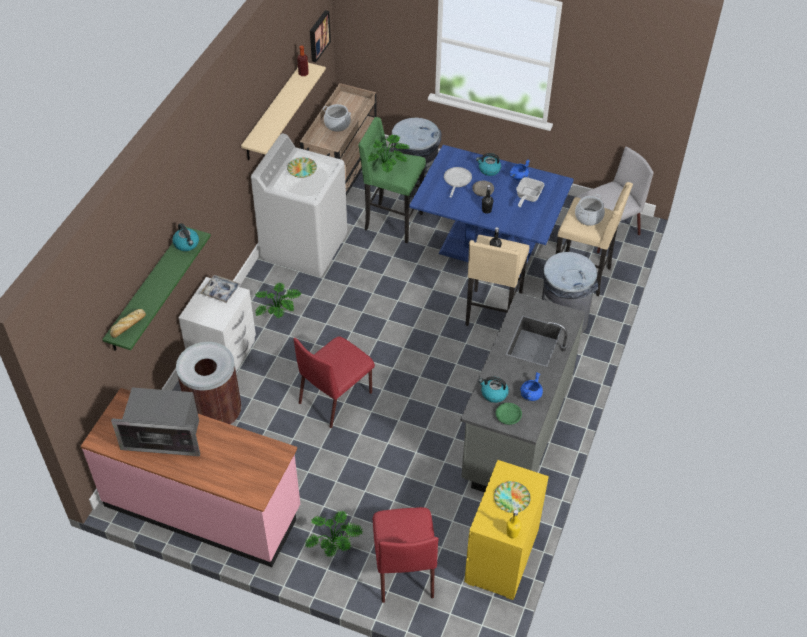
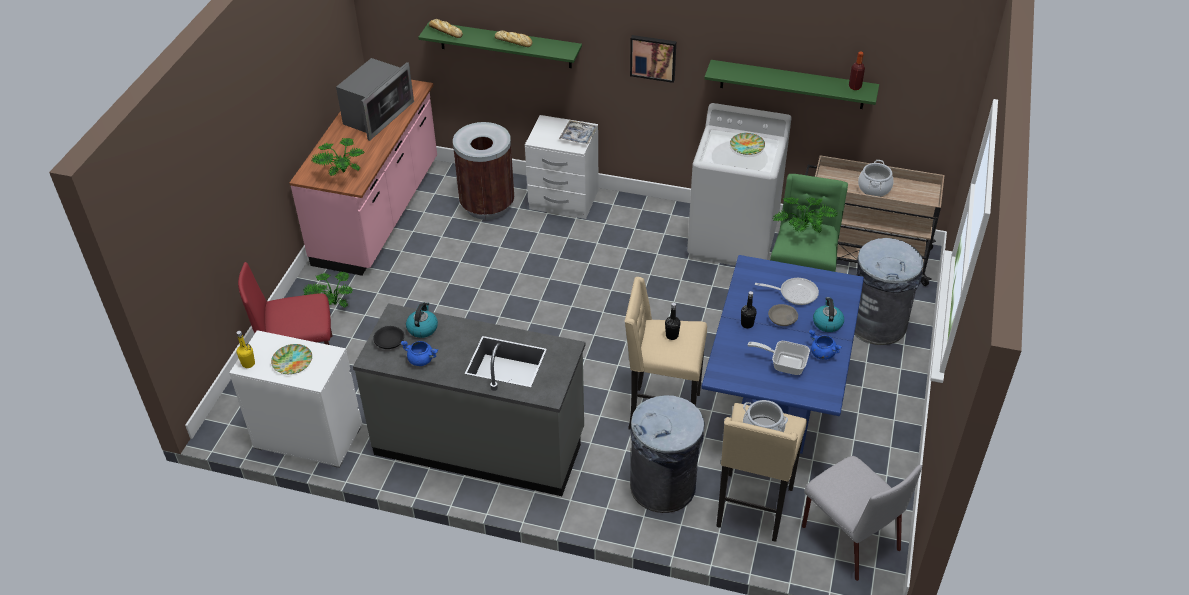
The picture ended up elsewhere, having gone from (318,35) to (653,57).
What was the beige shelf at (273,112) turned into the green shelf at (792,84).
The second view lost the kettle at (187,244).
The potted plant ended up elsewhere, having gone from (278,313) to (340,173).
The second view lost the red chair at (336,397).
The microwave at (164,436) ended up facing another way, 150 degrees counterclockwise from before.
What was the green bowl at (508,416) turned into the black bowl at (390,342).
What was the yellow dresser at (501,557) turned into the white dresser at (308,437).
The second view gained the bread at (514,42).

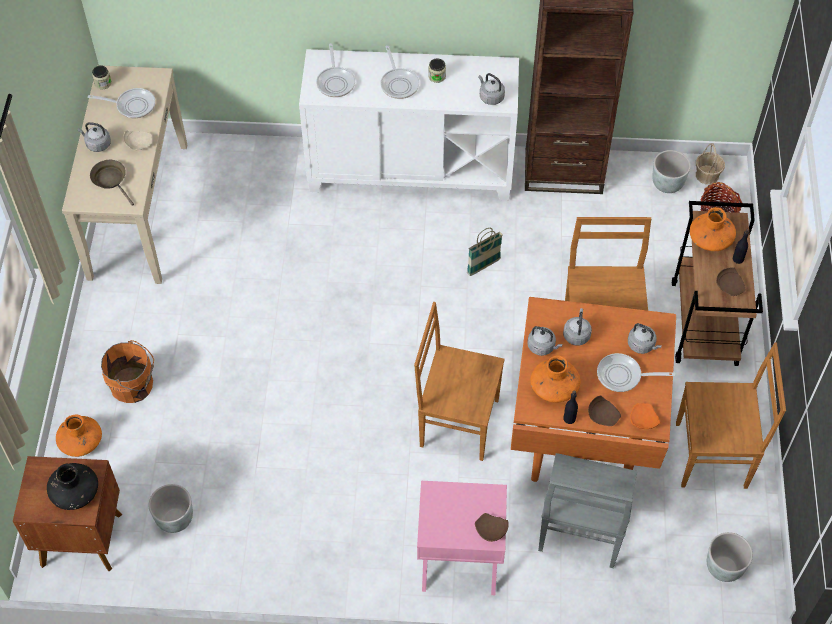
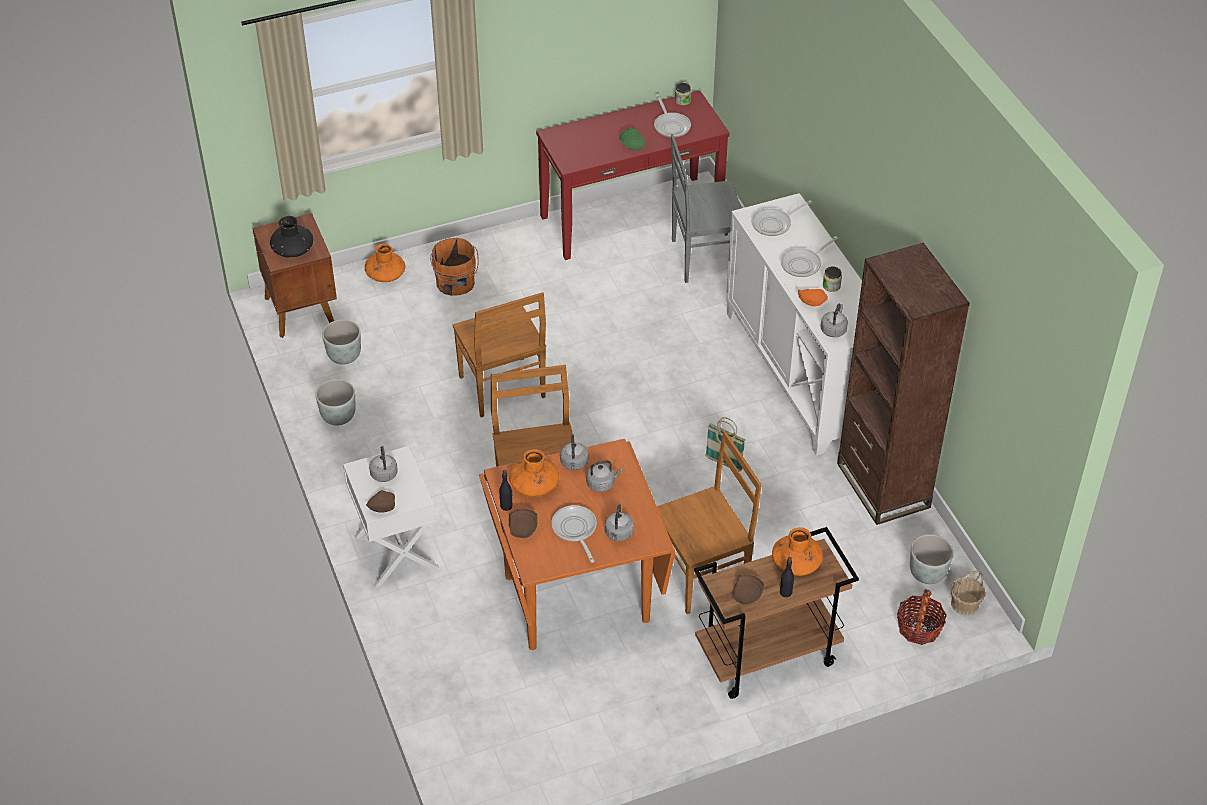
What was the beige console table at (138,210) turned into the red console table at (631,217).
The grey kettle ended up elsewhere, having gone from (97,144) to (384,473).
What was the beige plate at (138,143) turned into the green plate at (633,144).
The second view lost the brown frying pan at (111,180).
The brown chair ended up elsewhere, having gone from (714,455) to (502,389).
The orange plate ended up elsewhere, having gone from (643,420) to (811,301).
The grey chair ended up elsewhere, having gone from (581,532) to (703,258).
What was the pink nightstand at (459,562) turned into the white nightstand at (395,551).
The grey planter ended up elsewhere, having gone from (723,567) to (339,416).

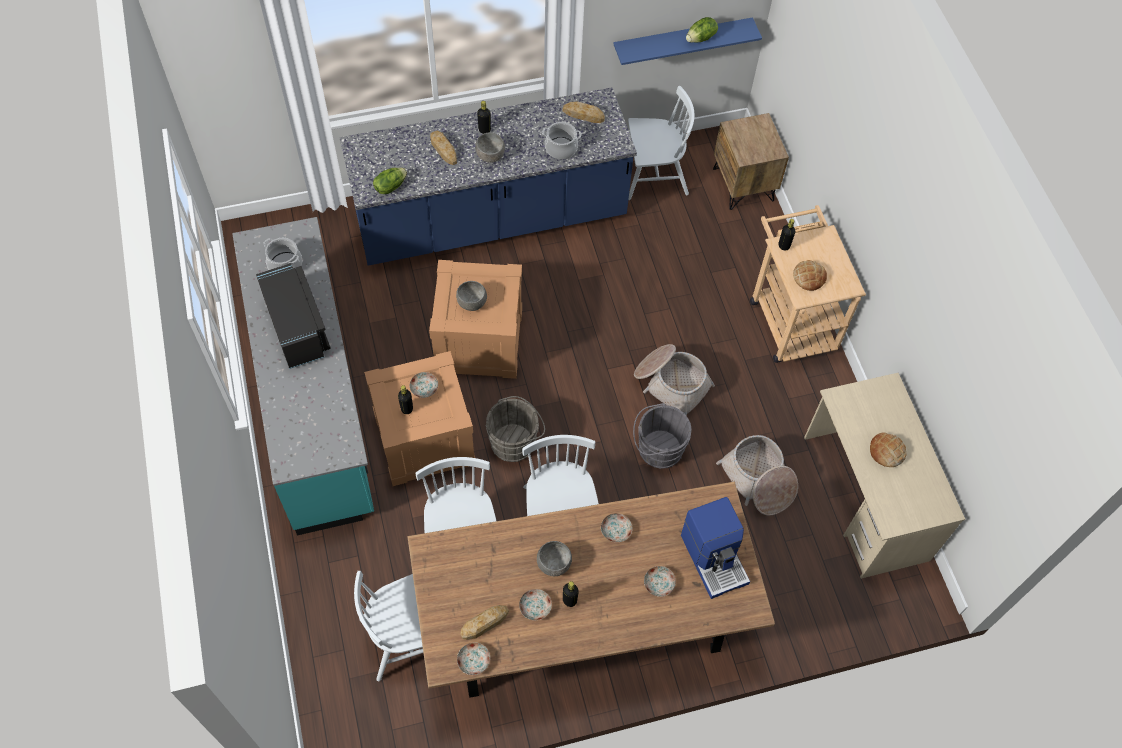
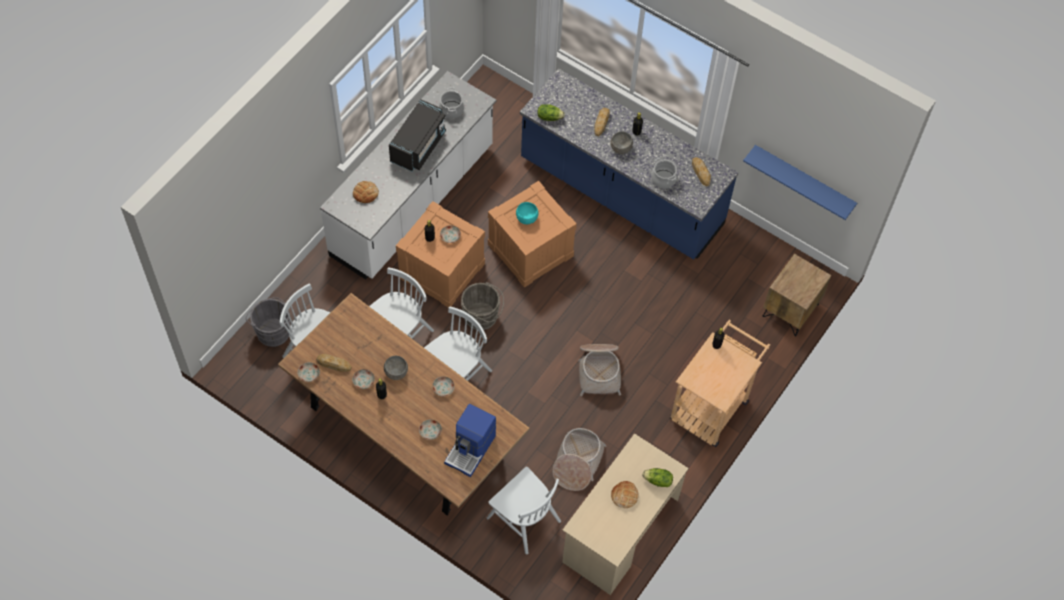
The lettuce ended up elsewhere, having gone from (701,38) to (657,481).
The white chair ended up elsewhere, having gone from (653,176) to (523,519).
What was the turquoise counter at (316,404) turned into the white counter at (413,202).
The bread ended up elsewhere, having gone from (809,277) to (365,193).
What was the grey bowl at (472,303) turned into the turquoise bowl at (527,218).
The grey bucket ended up elsewhere, having gone from (657,449) to (272,331).

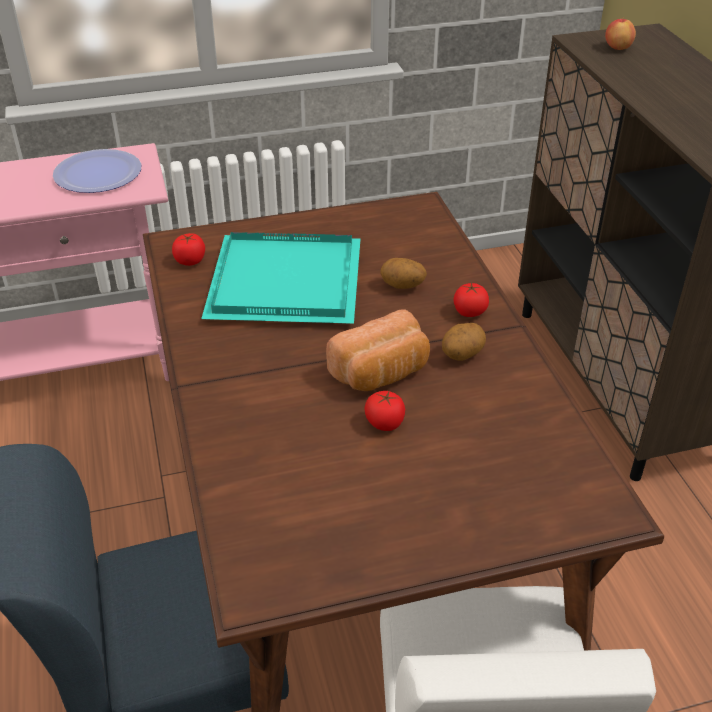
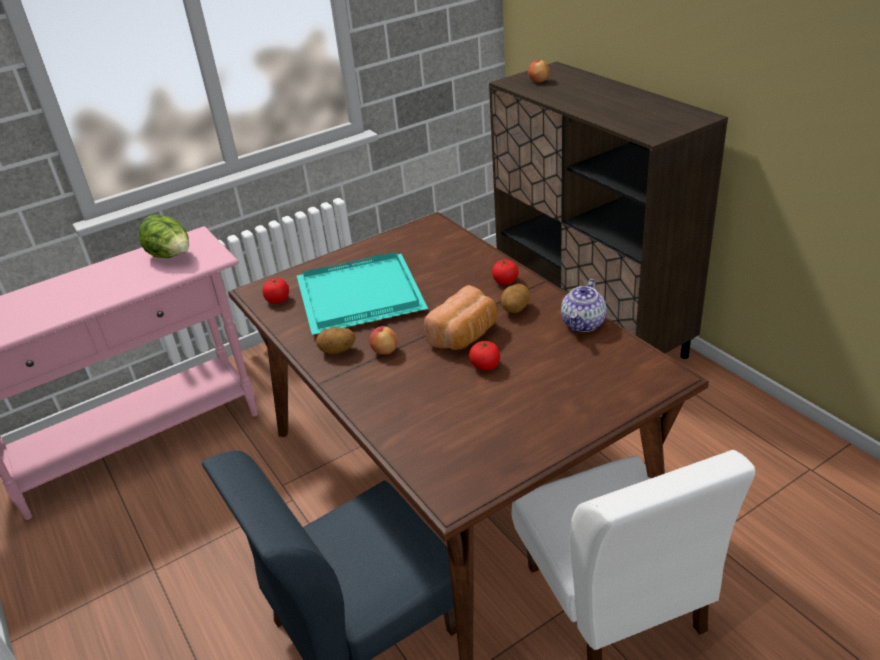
Where the plate stood at (98,173), the lettuce came to stand at (171,256).
The potato ended up elsewhere, having gone from (402,286) to (337,351).
The second view gained the teapot at (583,324).
The second view gained the apple at (385,351).

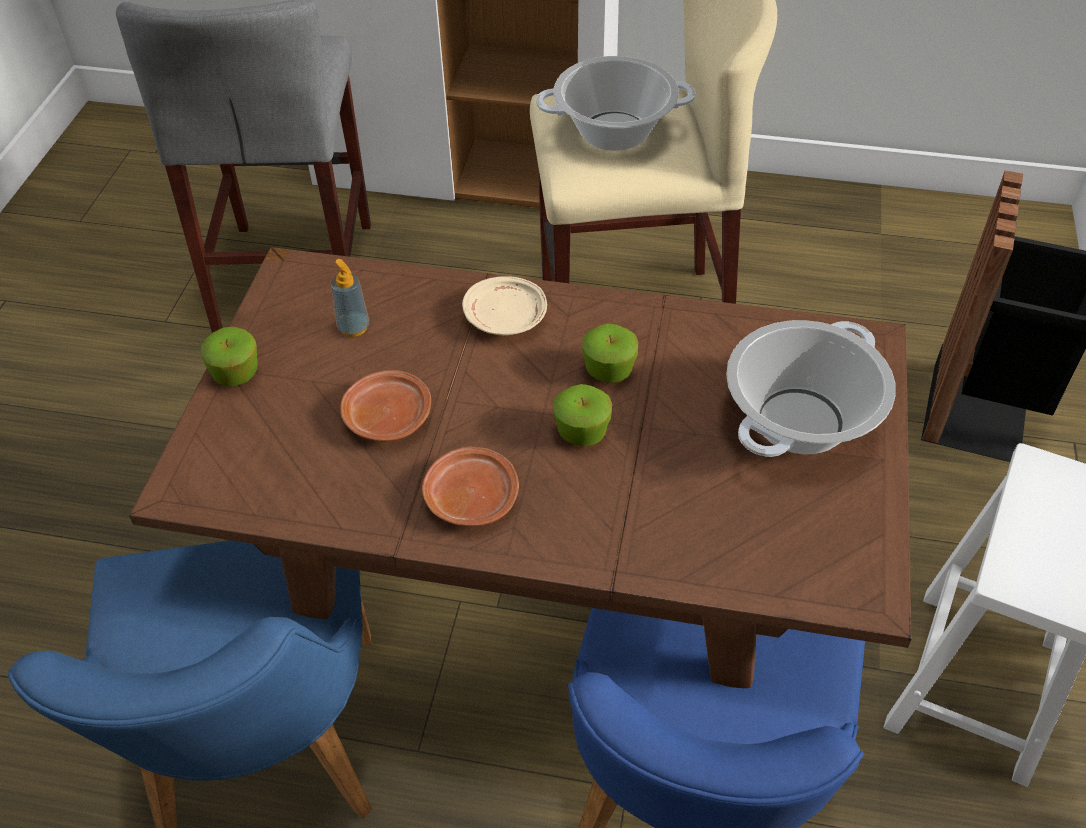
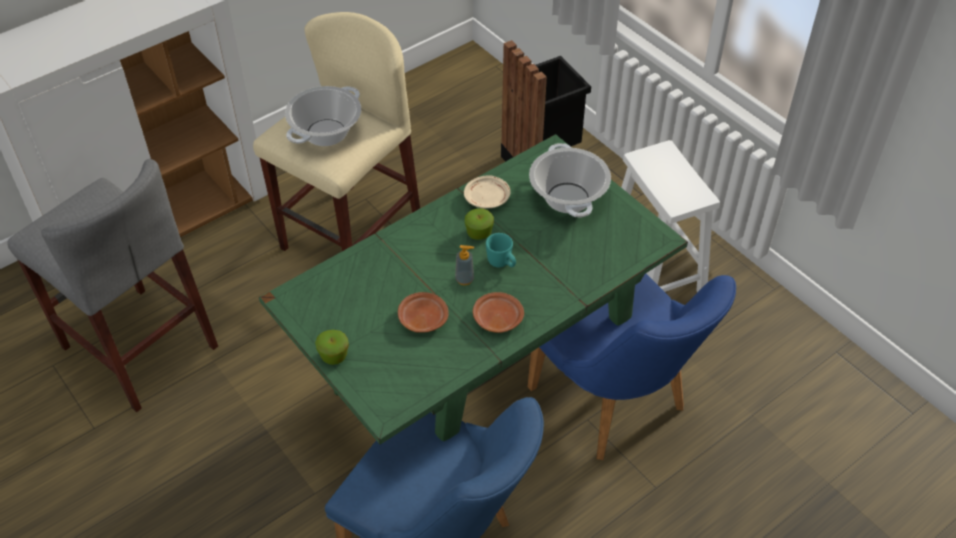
What was the brown dining table at (547,616) turned into the green dining table at (478,388).
The soap dispenser ended up elsewhere, having gone from (353,327) to (464,279).
The beige plate ended up elsewhere, having gone from (506,317) to (487,198).
Where the apple stood at (582,432), the turquoise mug came to stand at (502,263).

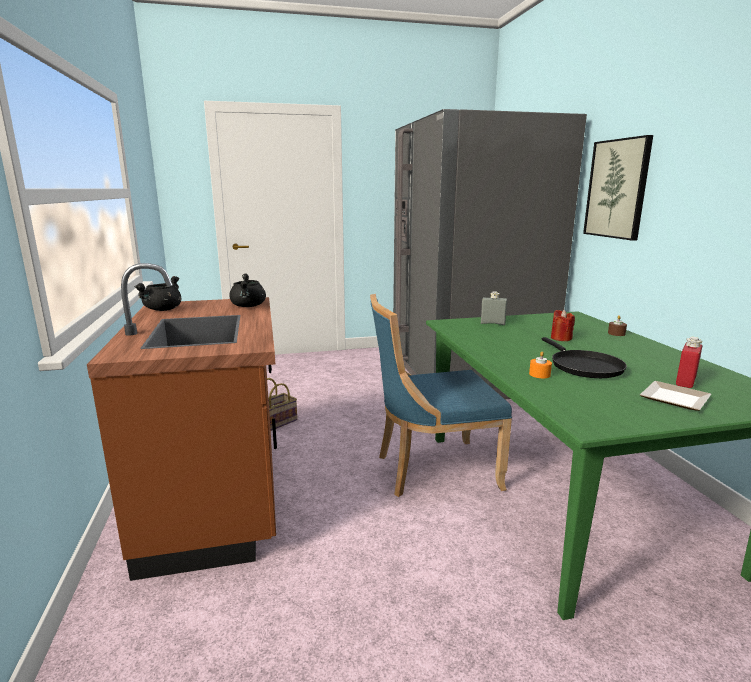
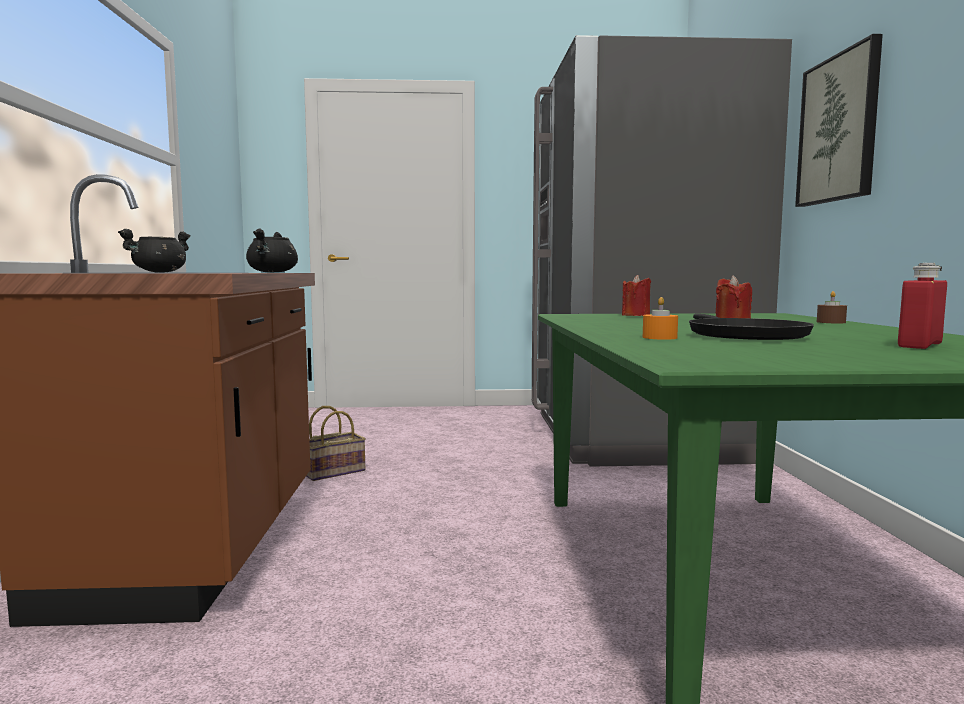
Where the grey bottle stood at (492,323), the red candle came to stand at (635,315).
The second view lost the blue chair at (432,470).
The second view lost the plate at (672,399).

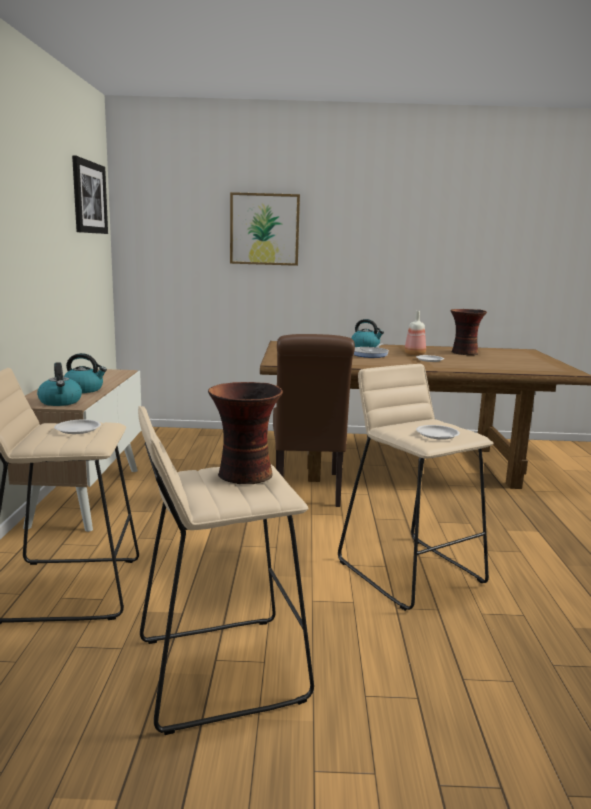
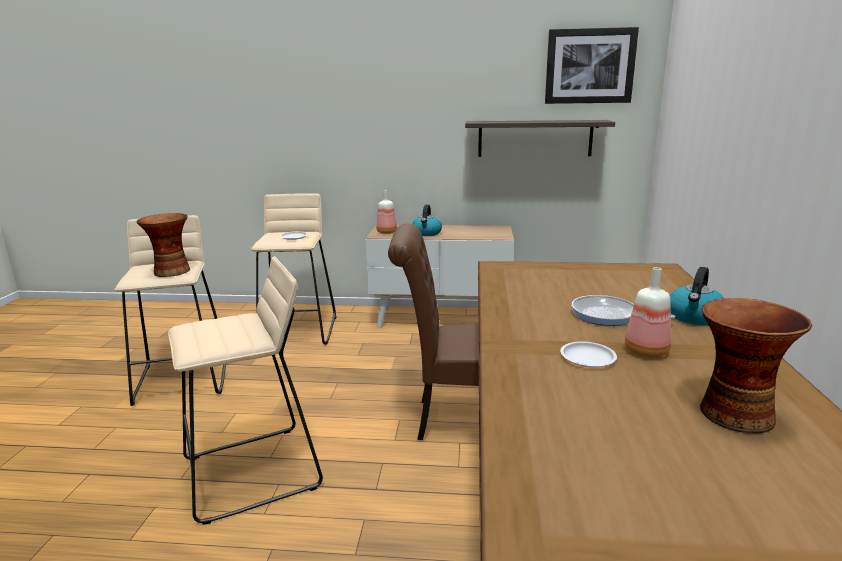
The second view lost the picture at (264,229).
Where the kettle stood at (60,402), the bottle came to stand at (387,232).
The second view lost the white plate at (437,435).
The second view gained the shelf at (535,138).

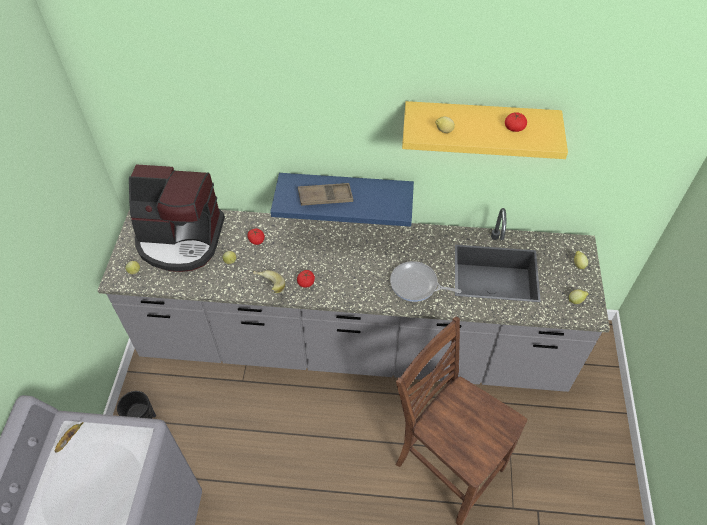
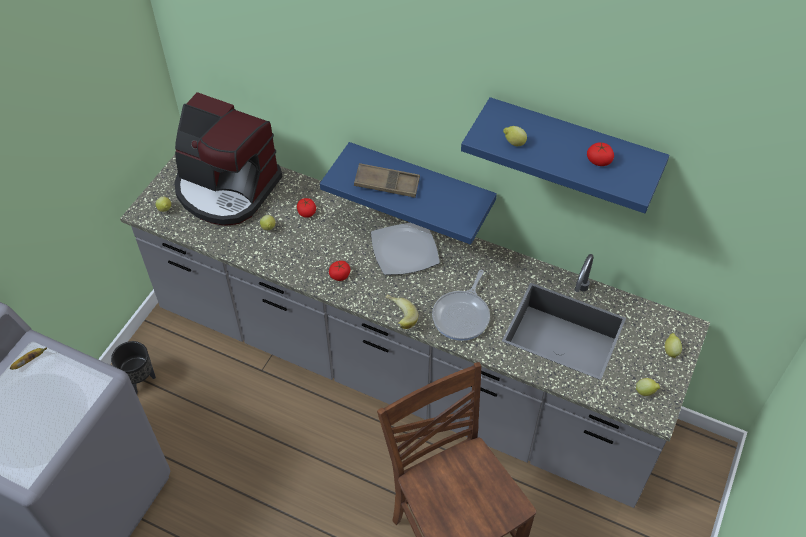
What was the yellow shelf at (479,125) turned into the blue shelf at (573,146).
The frying pan at (416,285) ended up facing another way, 105 degrees counterclockwise from before.
The banana ended up elsewhere, having gone from (268,287) to (398,318).
The second view gained the plate at (404,250).

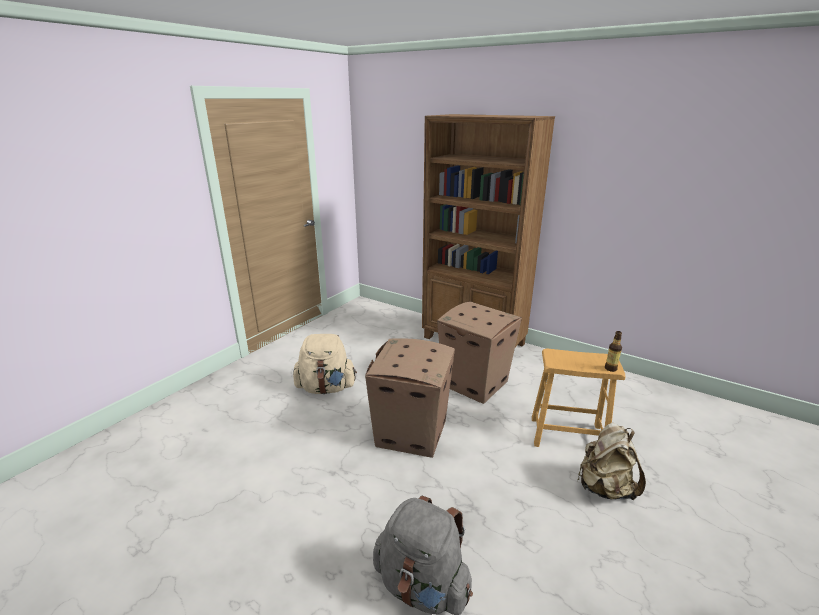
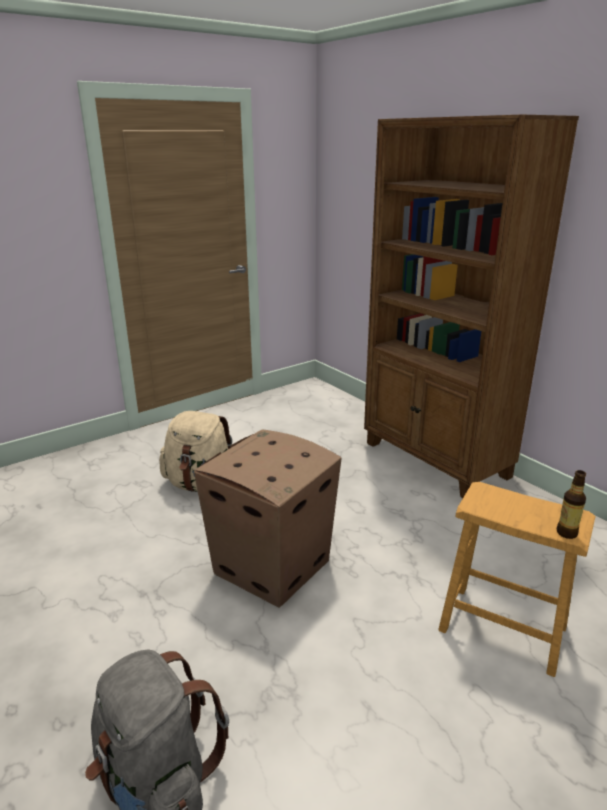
The second view lost the cardboard box at (475,383).
The second view lost the beige backpack at (604,487).

